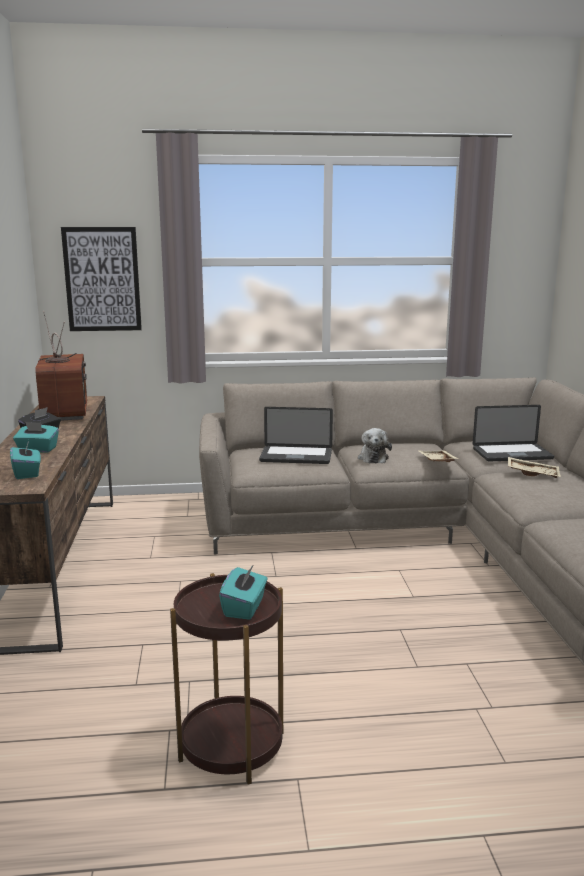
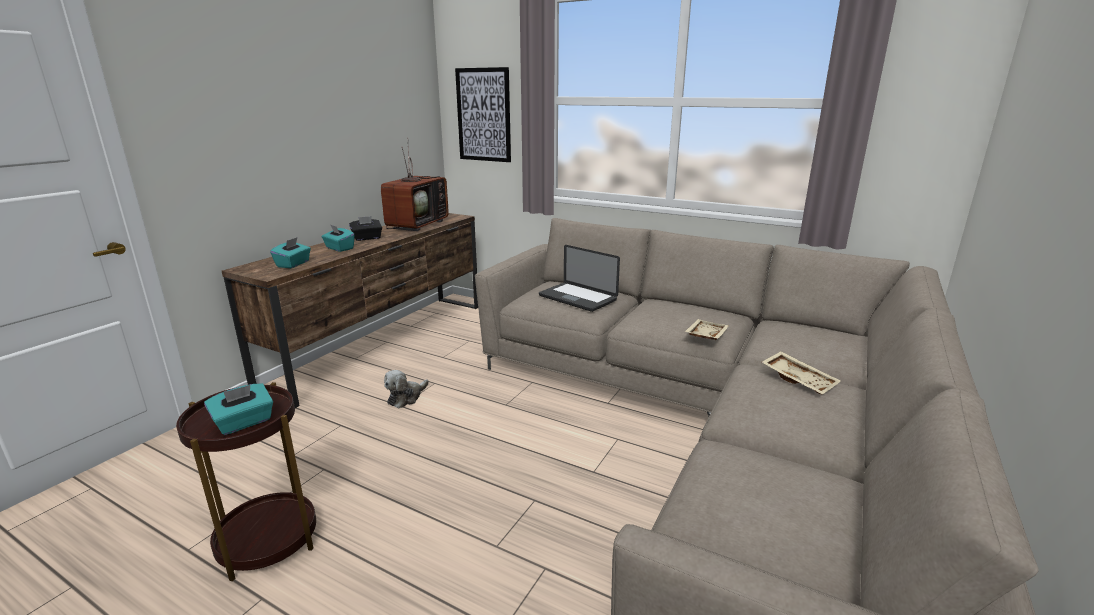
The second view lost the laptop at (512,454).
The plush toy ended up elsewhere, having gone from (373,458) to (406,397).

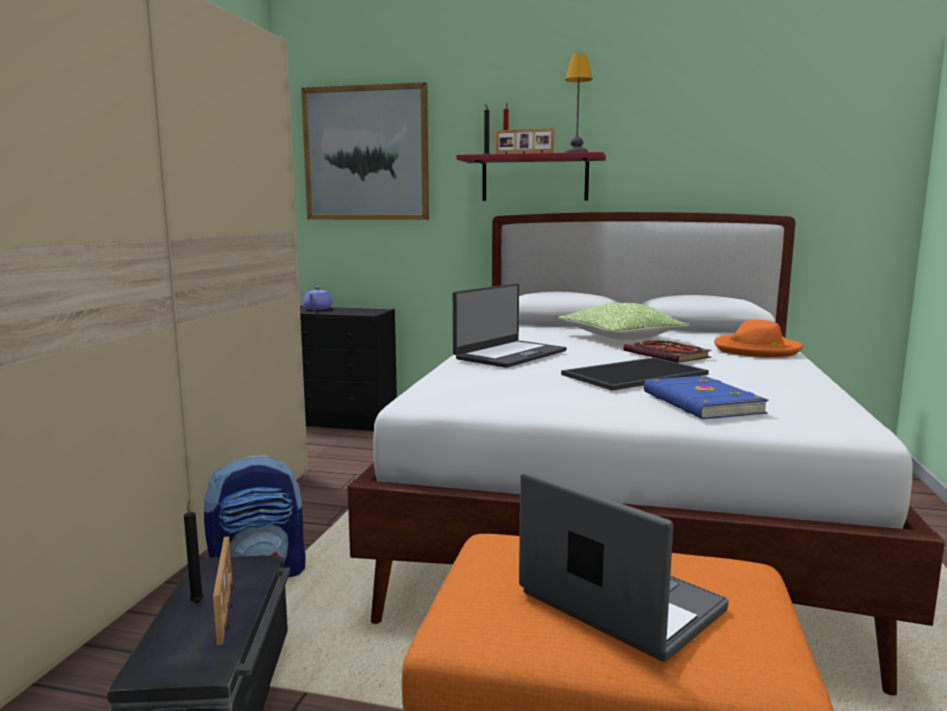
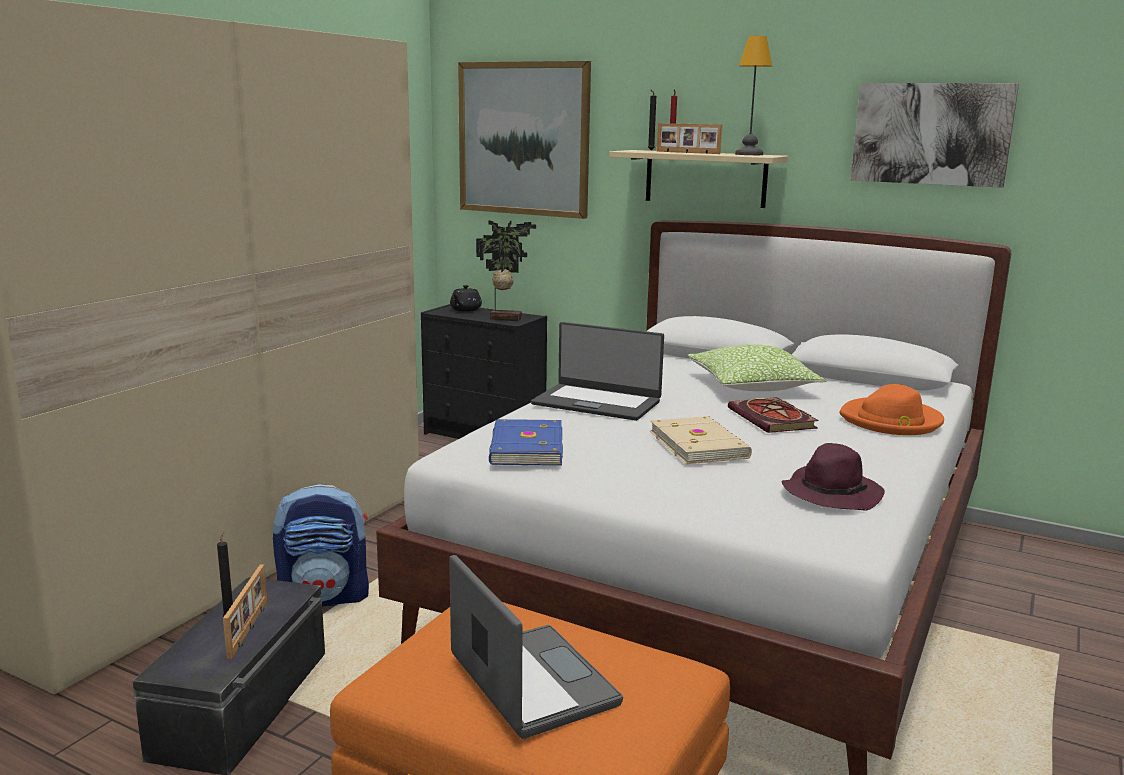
What was the red shelf at (534,178) turned into the beige shelf at (705,178).
The laptop at (509,354) ended up facing another way, 60 degrees clockwise from before.
What was the purple teapot at (317,309) turned into the black teapot at (465,310).
Where the tray stood at (634,374), the beige book came to stand at (699,444).
The blue book ended up elsewhere, having gone from (700,403) to (524,448).
The second view gained the picture at (931,134).
The second view gained the potted plant at (505,318).
The second view gained the purple hat at (831,493).

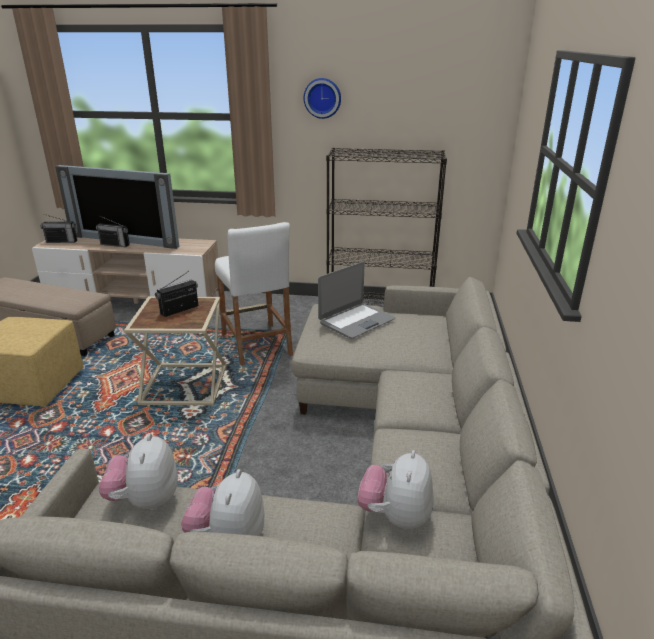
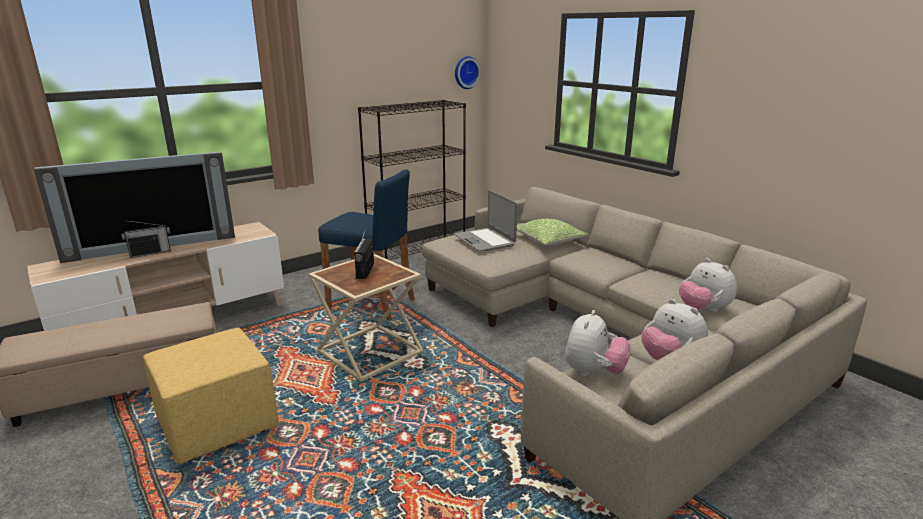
The wall clock ended up elsewhere, having gone from (322,98) to (465,72).
The second view lost the radio at (62,241).
What was the white stool at (256,344) turned into the blue stool at (371,304).
The laptop at (356,321) ended up facing another way, 150 degrees clockwise from before.
The plush toy at (145,500) ended up facing another way, 105 degrees counterclockwise from before.
The second view gained the pillow at (549,240).

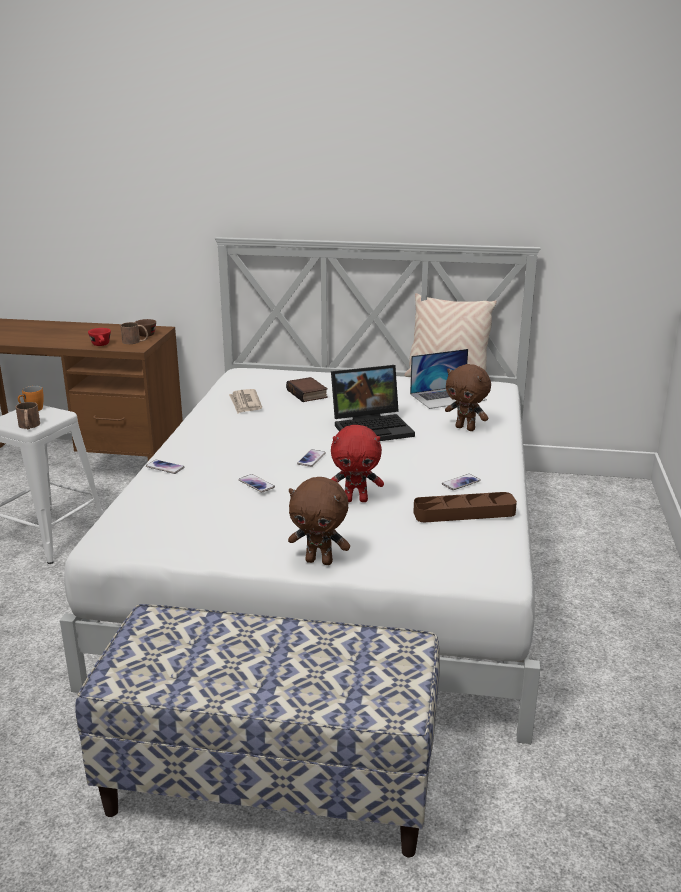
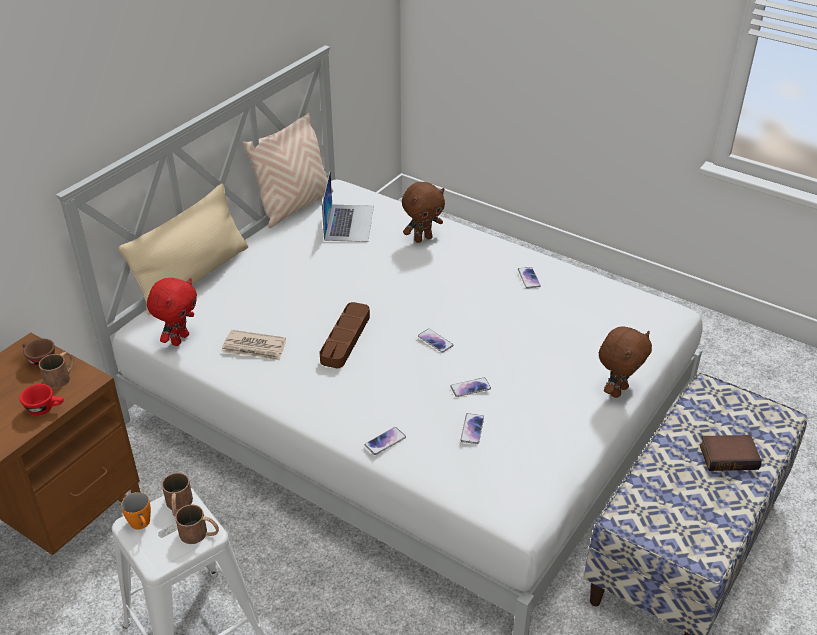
The second view lost the laptop at (373,427).
The book ended up elsewhere, having gone from (308,394) to (729,456).
The red plush toy ended up elsewhere, having gone from (356,500) to (179,339).
The brown tray ended up elsewhere, having gone from (464,512) to (345,338).
The second view gained the beige pillow at (193,277).
The second view gained the phone at (472,429).
The second view gained the brown mug at (178,506).

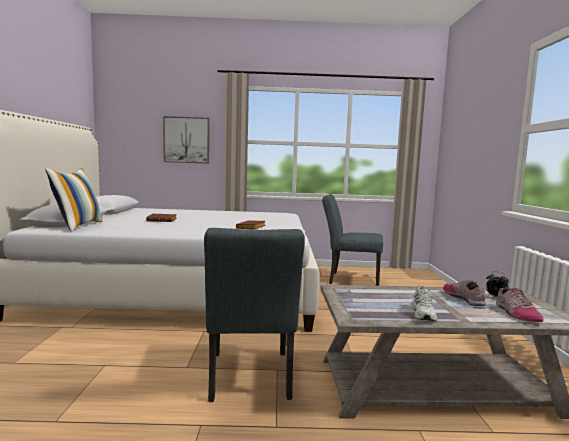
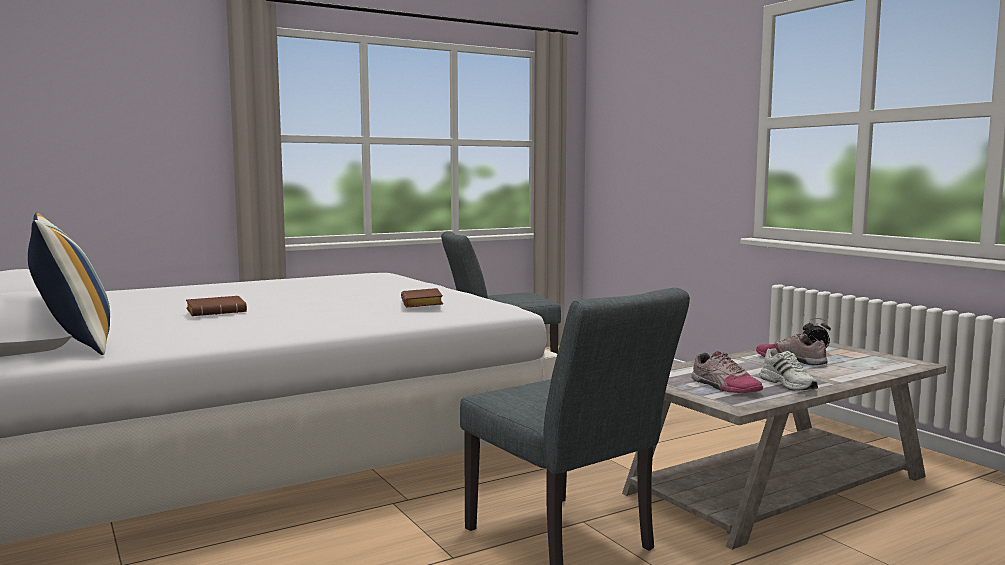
The second view lost the picture at (186,140).
The shoe ended up elsewhere, having gone from (516,313) to (724,387).

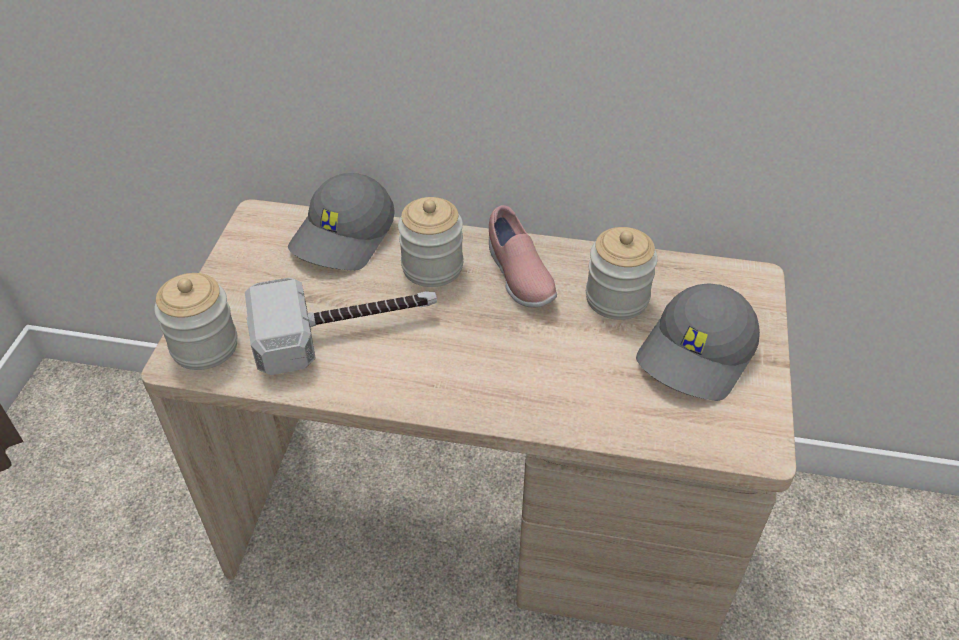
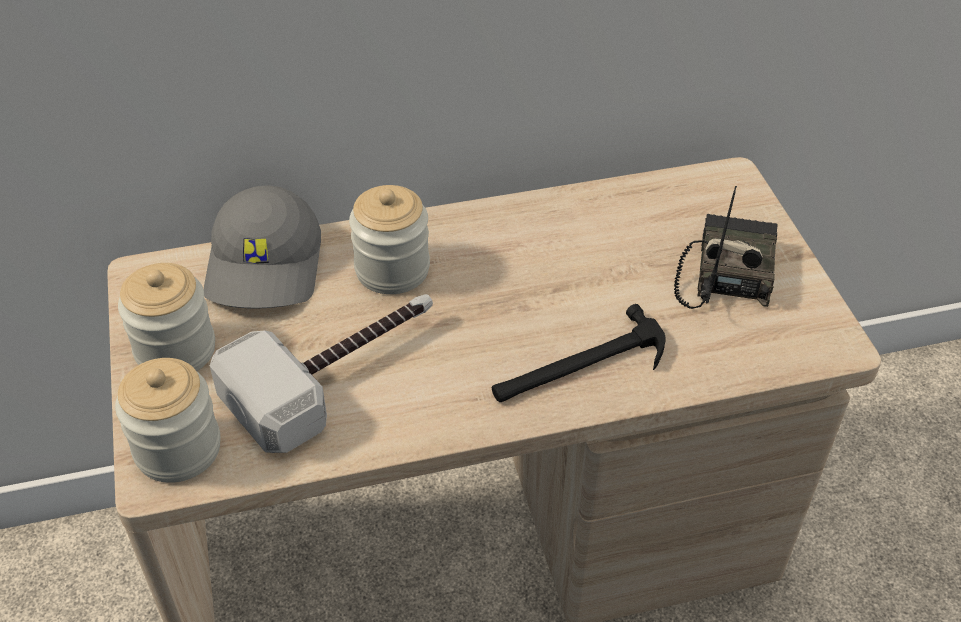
The second view lost the pink shoe at (518,277).
The jar ended up elsewhere, having gone from (617,298) to (175,350).
Where the grey cap stood at (698,355), the radio came to stand at (724,273).
The second view gained the hammer at (579,367).

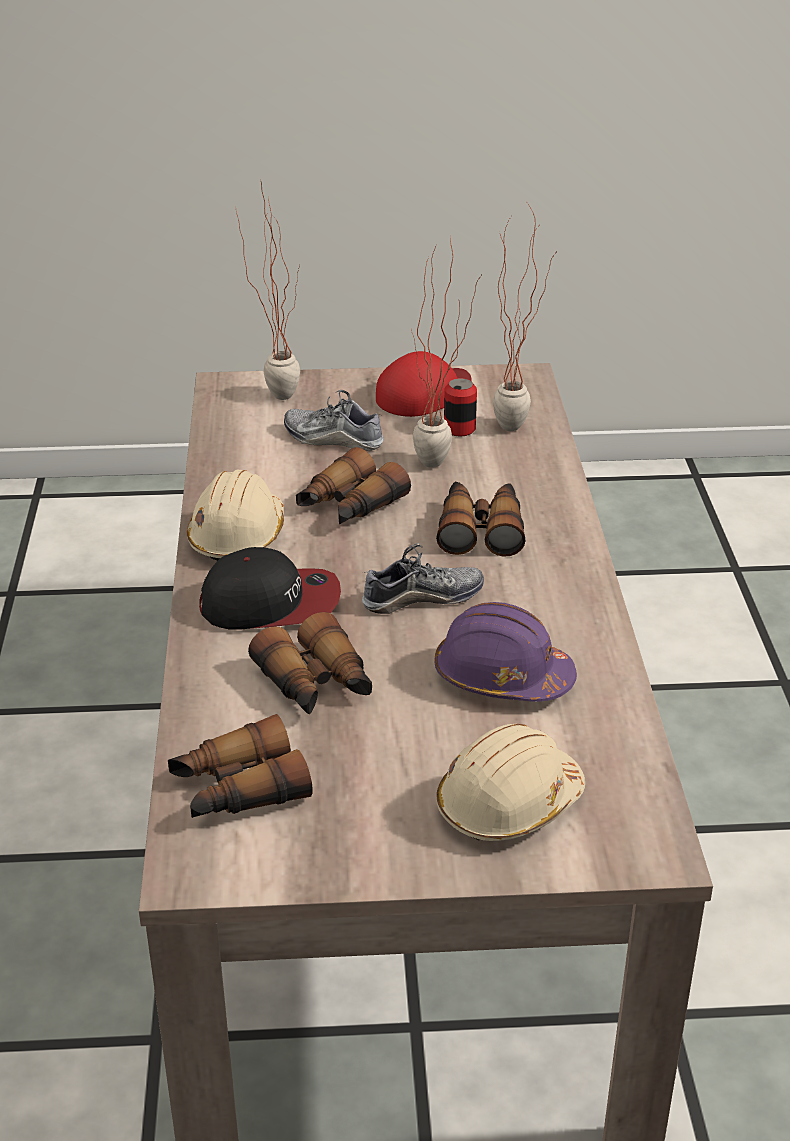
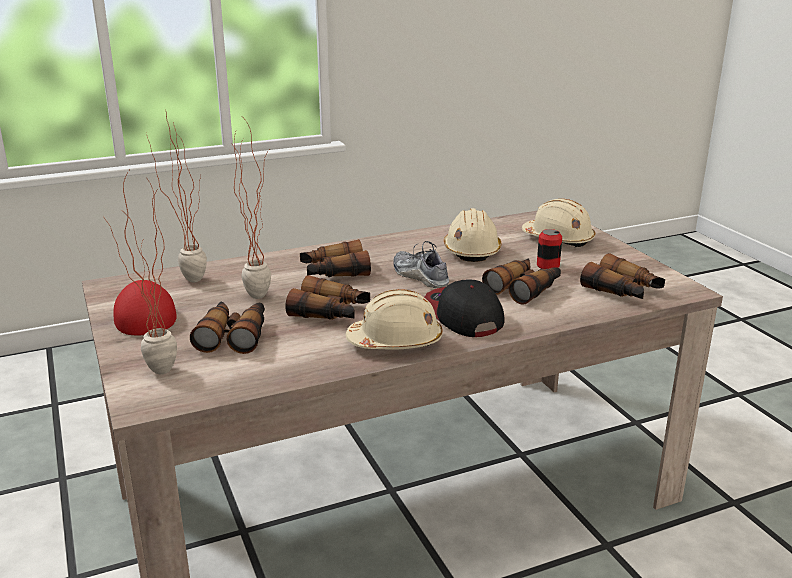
The red cap at (424,393) ended up facing another way, 45 degrees clockwise from before.
The can ended up elsewhere, having gone from (459,429) to (548,266).
Where the shoe stood at (333,438), the binoculars came to stand at (234,335).
What was the purple hard hat at (502,677) turned into the beige hard hat at (471,250).

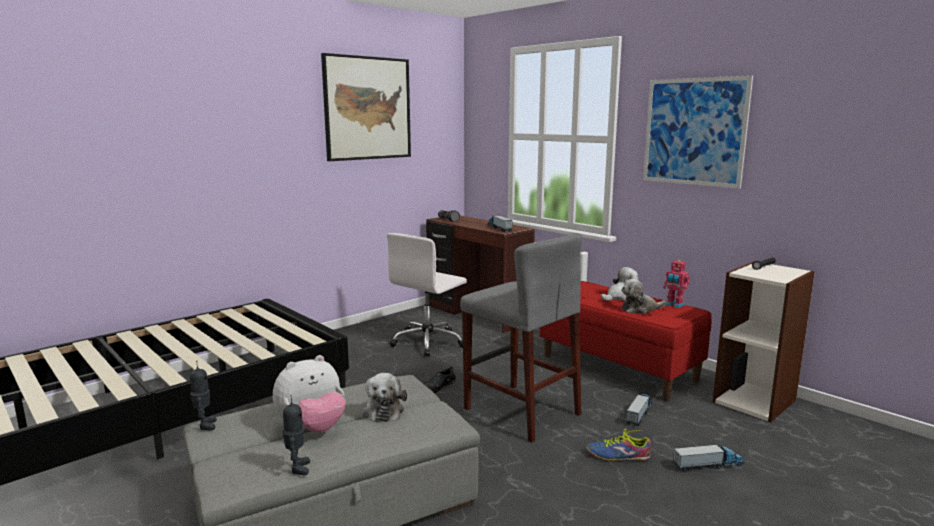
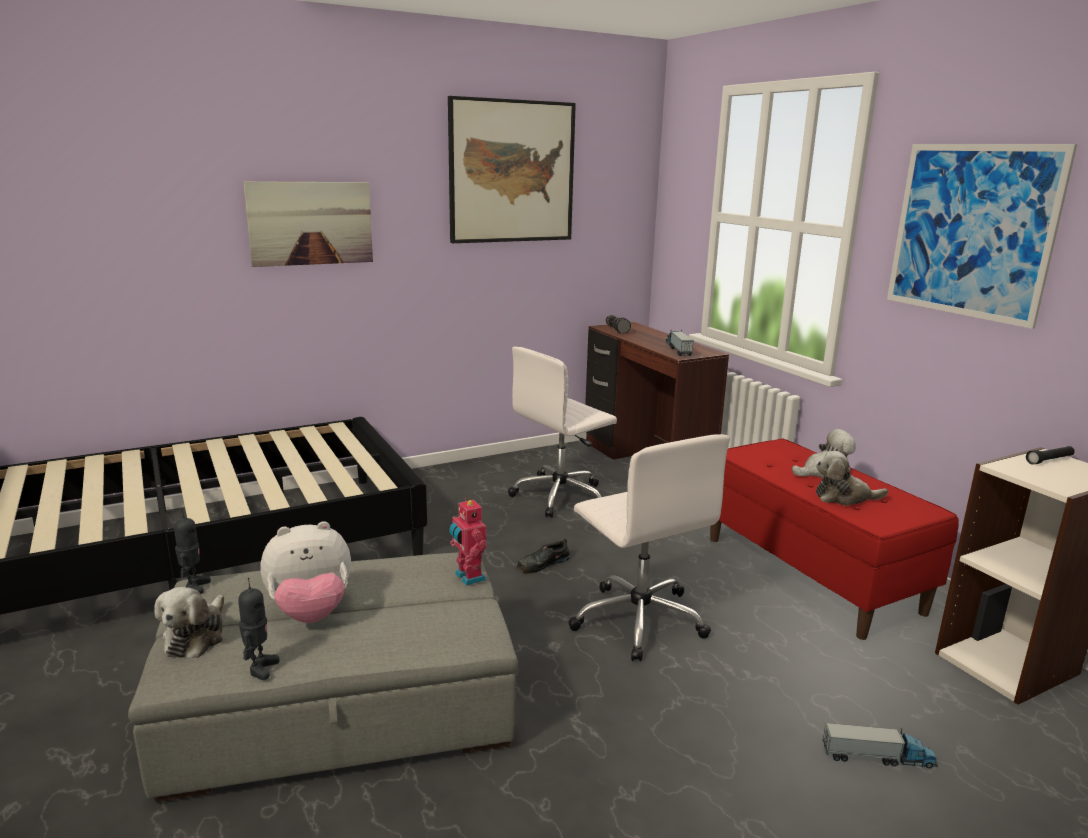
Where the grey stool stood at (521,411), the white office chair came to stand at (638,619).
The toy robot ended up elsewhere, having gone from (674,305) to (468,577).
The plush toy ended up elsewhere, having gone from (383,410) to (196,636).
The second view lost the toy truck at (639,414).
The second view lost the shoe at (618,455).
The second view gained the picture at (310,223).

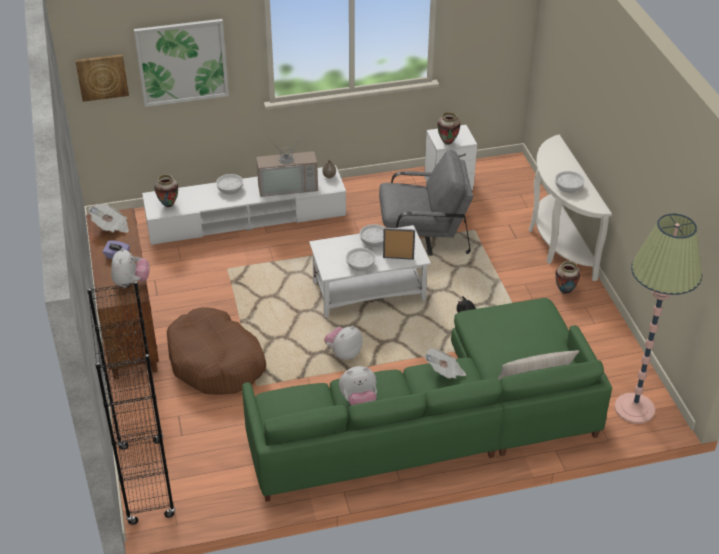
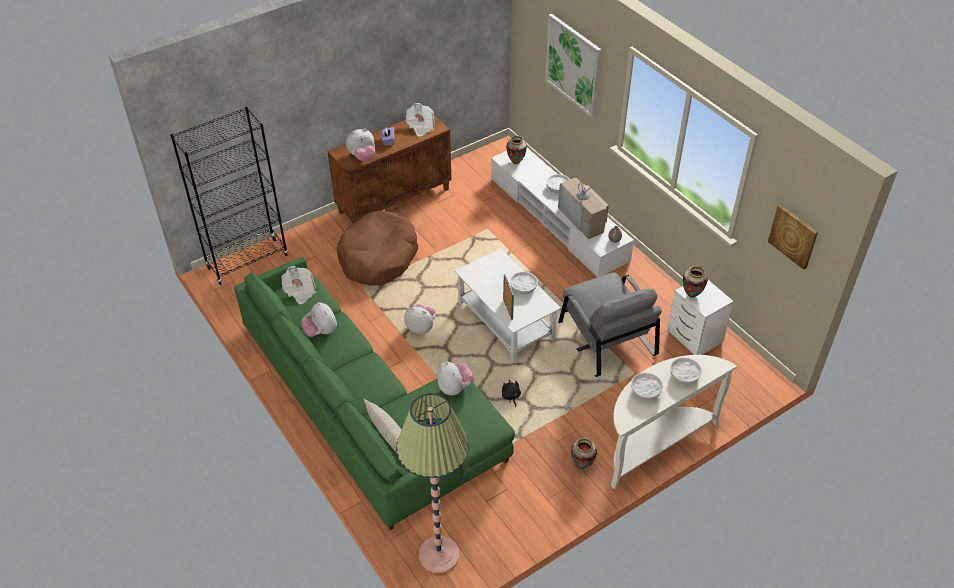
The picture ended up elsewhere, having gone from (102,77) to (793,236).
The white bowl ended up elsewhere, having gone from (360,264) to (684,375).
The newspaper ended up elsewhere, having gone from (444,372) to (300,291).
The second view gained the plush toy at (455,388).

